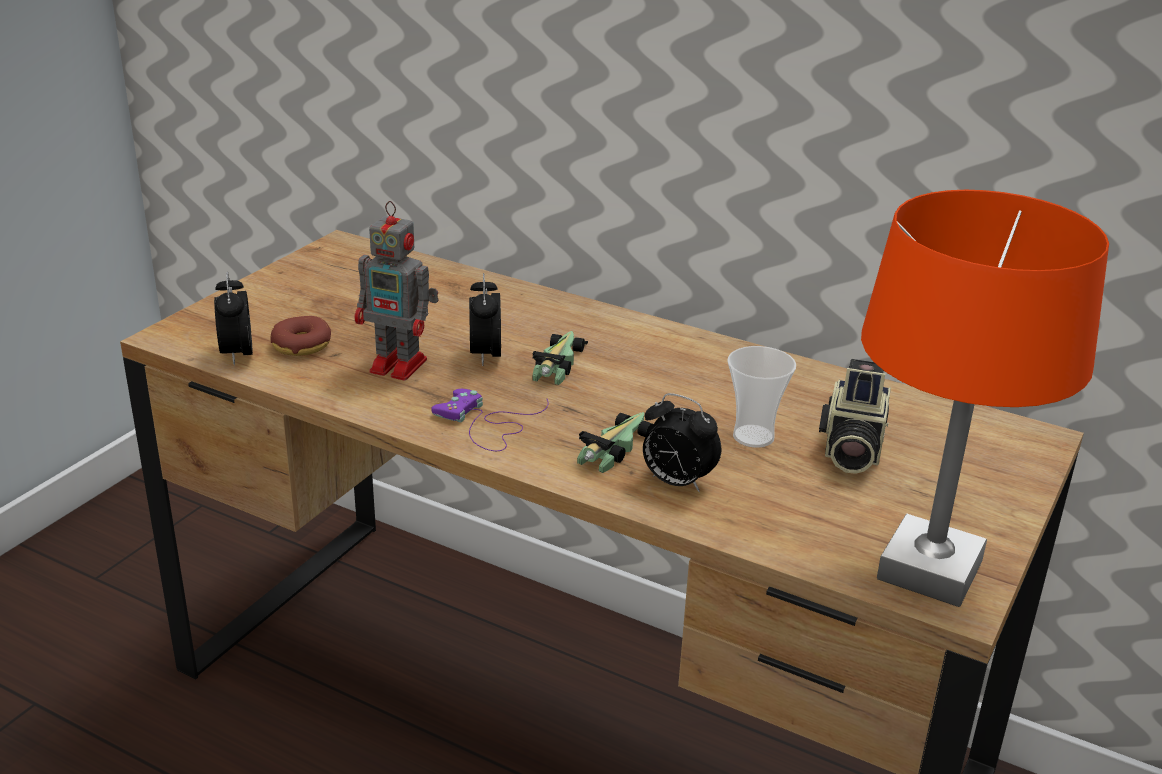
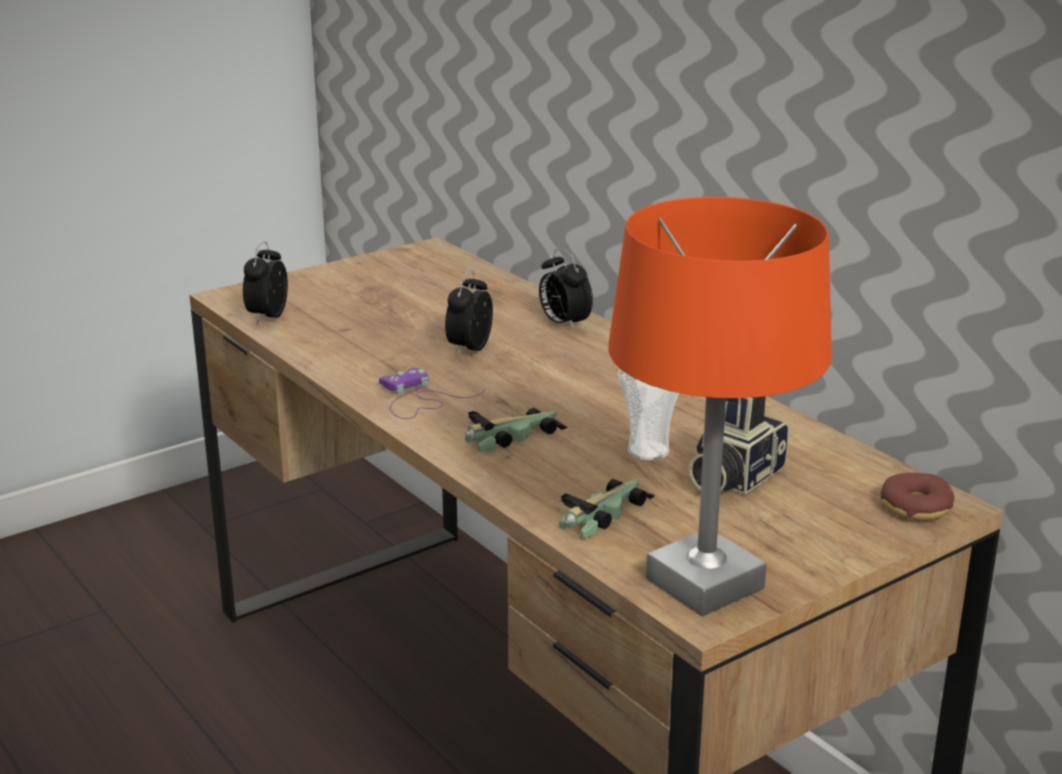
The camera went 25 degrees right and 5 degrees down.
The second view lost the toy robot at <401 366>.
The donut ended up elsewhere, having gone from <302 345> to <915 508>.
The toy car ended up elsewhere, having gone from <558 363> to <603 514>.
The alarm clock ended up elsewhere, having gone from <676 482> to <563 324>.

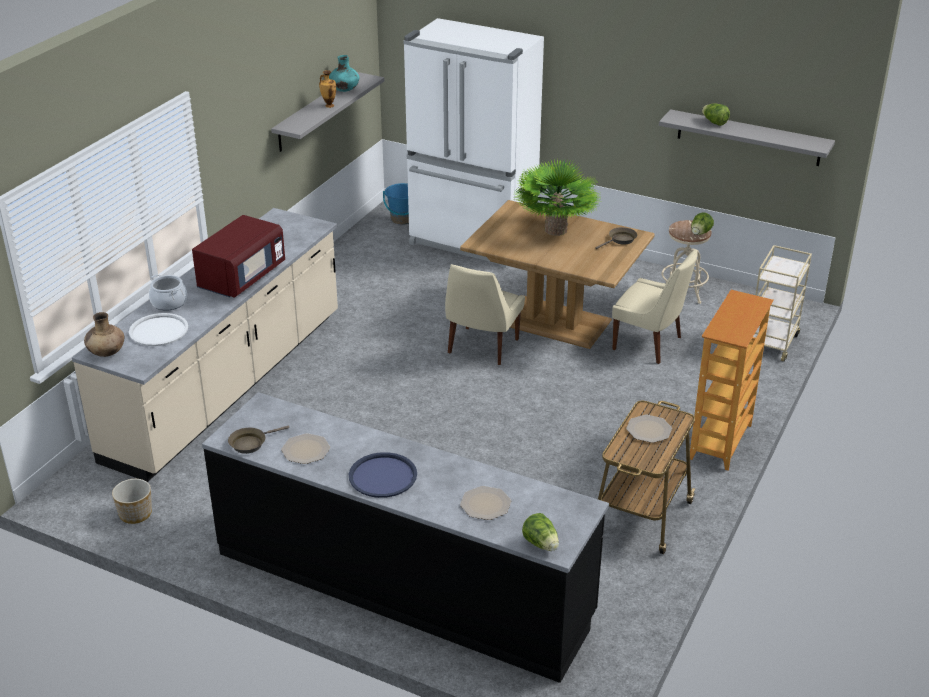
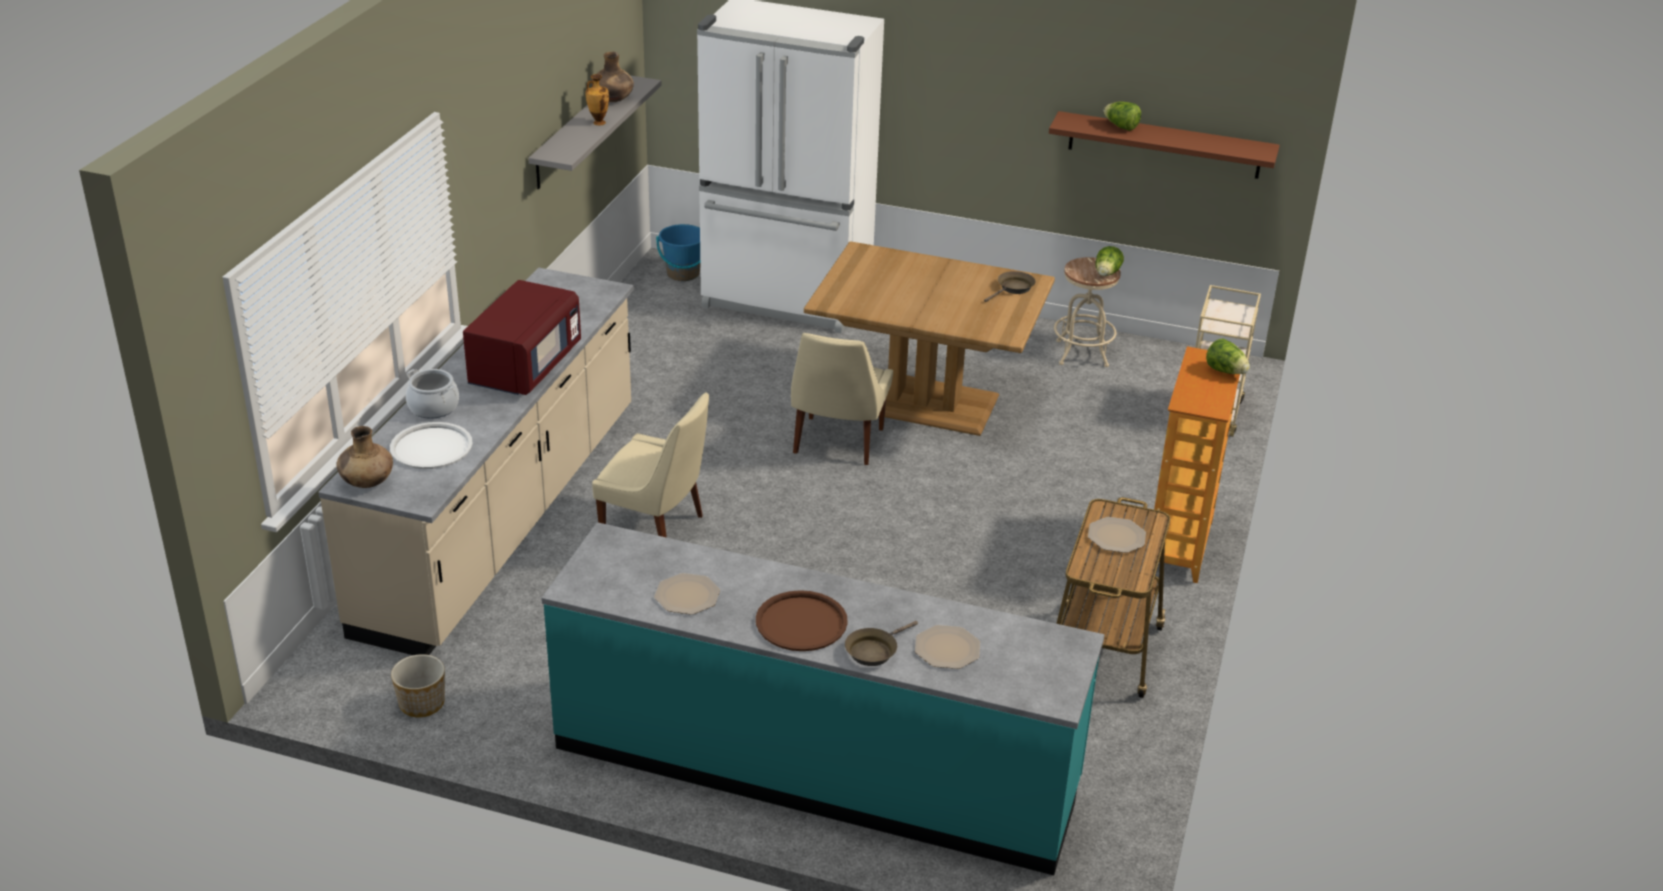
The camera went 10 degrees left and 0 degrees up.
What was the vase (turquoise) at <344 90> turned into the vase (brown) at <613 100>.
What was the shelf (grey) at <748 138> turned into the shelf (brown) at <1164 145>.
The second view lost the potted plant at <556 230>.
The chair (beige) ended up elsewhere, having gone from <650 344> to <656 530>.
What was the counter (black) at <403 584> turned into the counter (turquoise) at <816 767>.
The frying pan (brown) ended up elsewhere, having gone from <250 443> to <874 650>.
What was the tray (blue) at <383 476> turned into the tray (brown) at <801 622>.
The lettuce ended up elsewhere, having gone from <541 544> to <1225 371>.

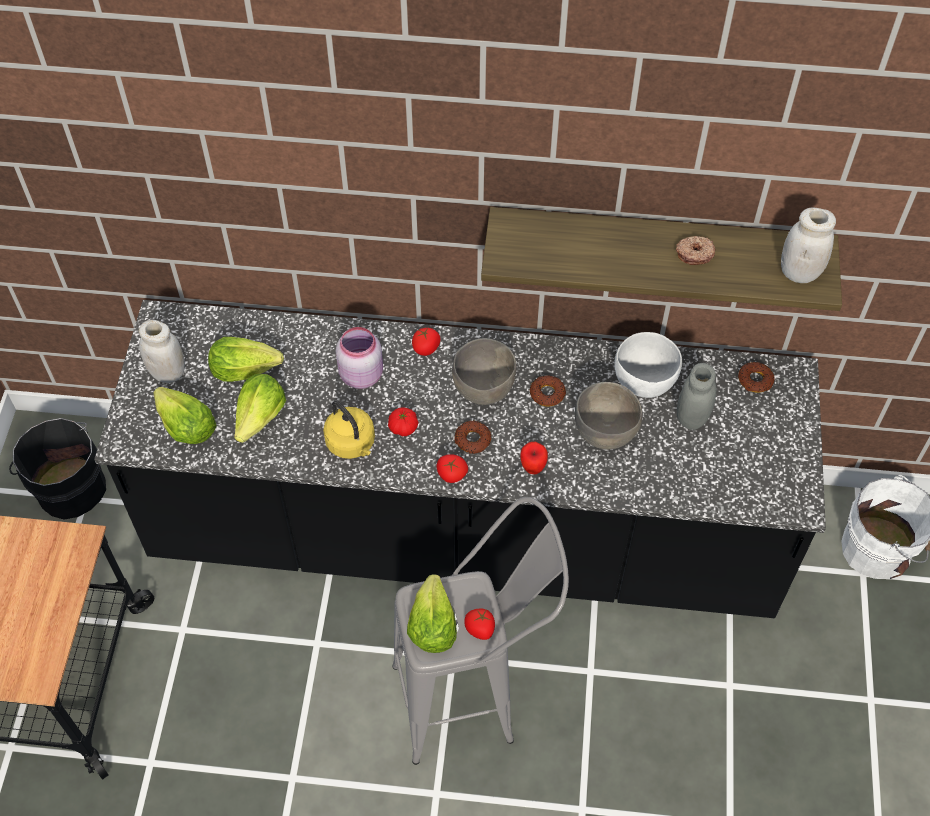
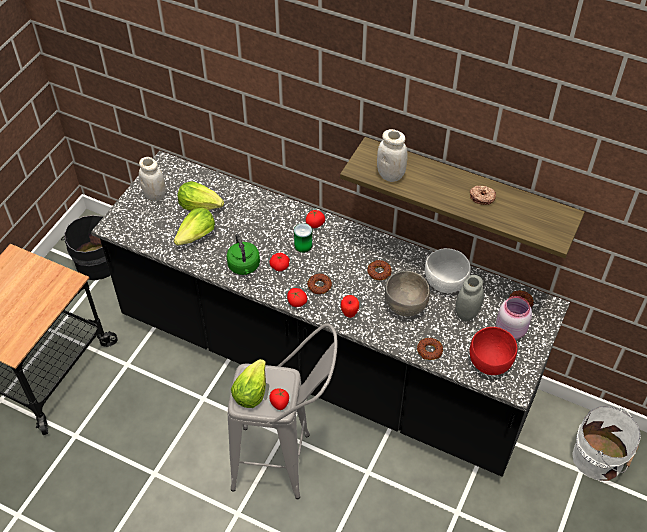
The camera went 20 degrees right and 5 degrees down.
The jar (white) ended up elsewhere, having gone from <799 272> to <390 175>.
The jar (pink) ended up elsewhere, having gone from <361 374> to <510 329>.
The second view lost the bowl (grey) at <483 389>.
The second view lost the lettuce at <186 427>.
What was the kettle (yellow) at <352 444> turned into the kettle (green) at <244 267>.
The second view gained the can at <303 245>.
The second view gained the bowl (red) at <489 363>.
The second view gained the donut at <429 351>.

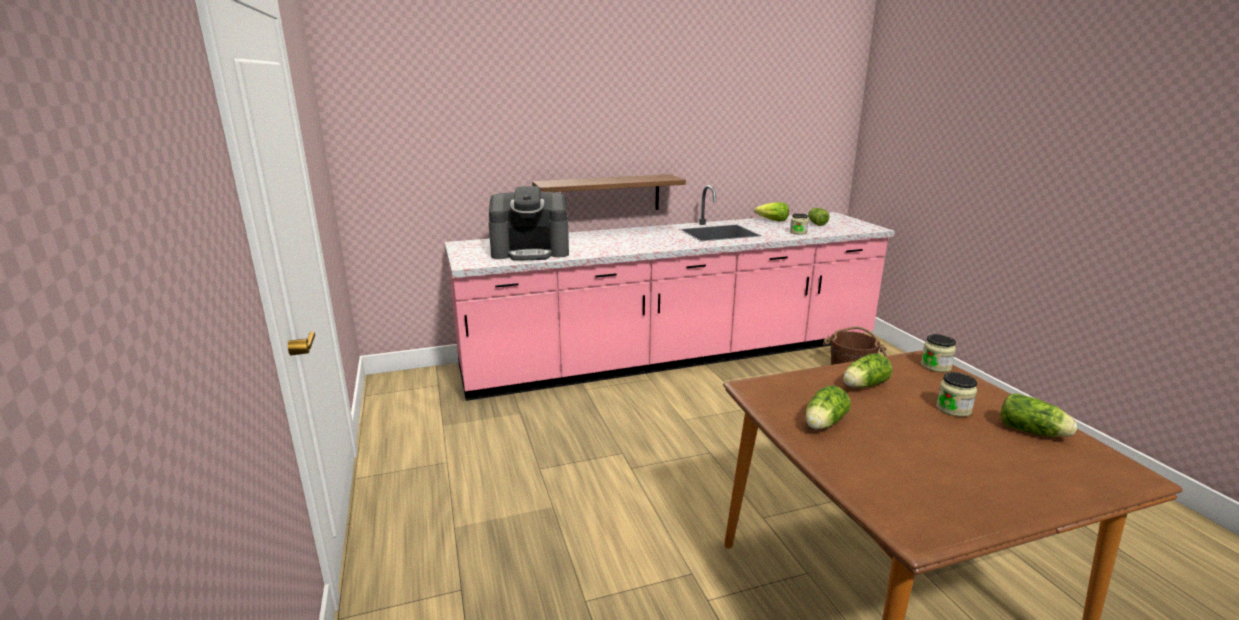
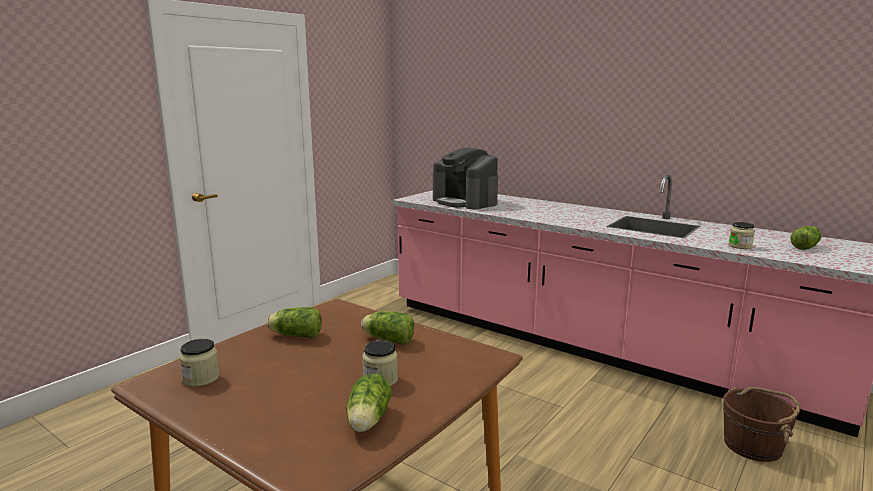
The camera went 55 degrees right and 5 degrees down.
The second view lost the shelf at <604 195>.
The second view lost the lettuce at <772 221>.
The jar ended up elsewhere, having gone from <935 366> to <201 378>.

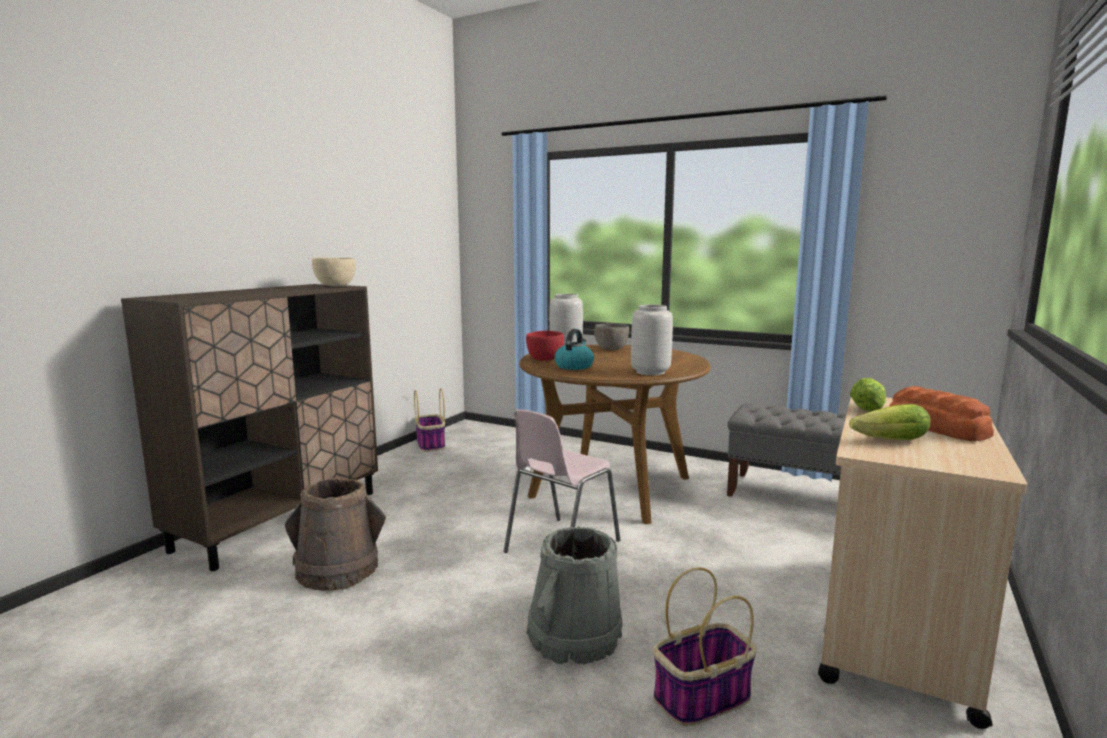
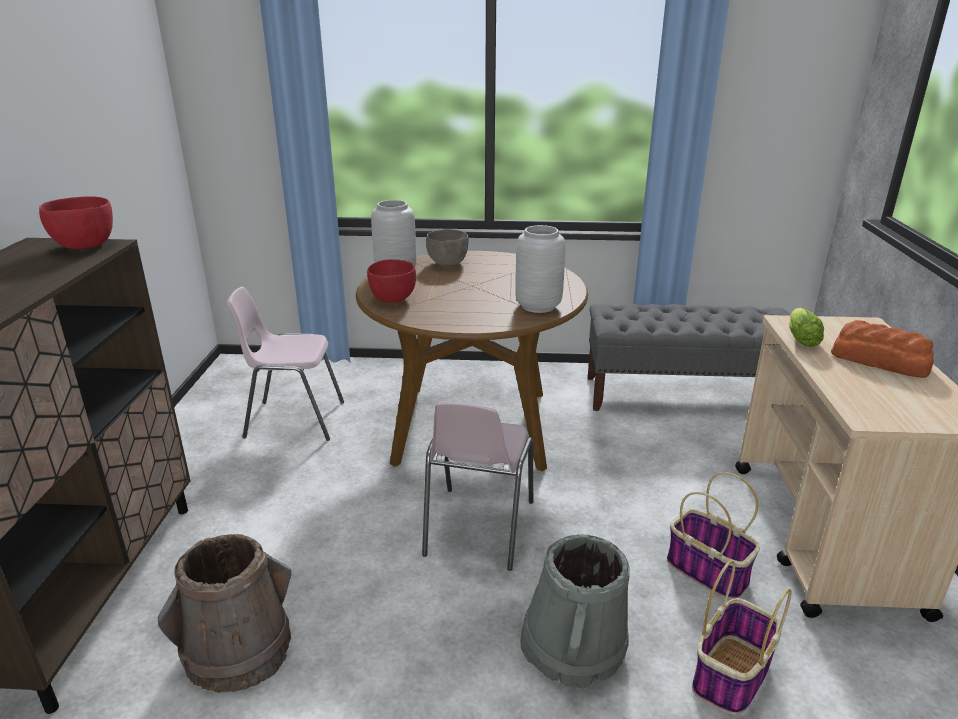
The camera went 25 degrees left and 15 degrees up.
What was the bowl (beige) at <335 286> turned into the bowl (red) at <84 246>.
The second view lost the kettle at <574 366>.
The basket ended up elsewhere, having gone from <431 444> to <709 572>.
The second view lost the lettuce at <885 441>.
The second view gained the chair (pink) at <294 420>.

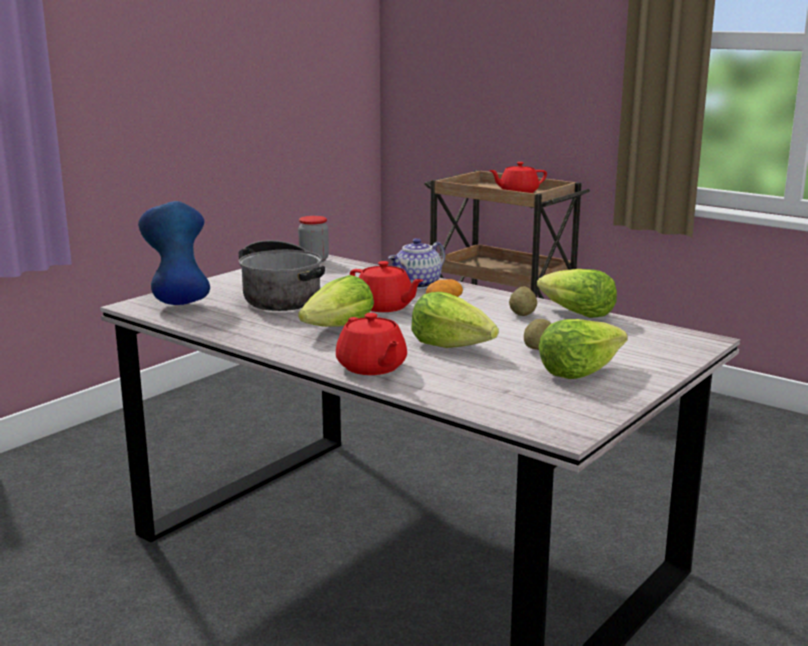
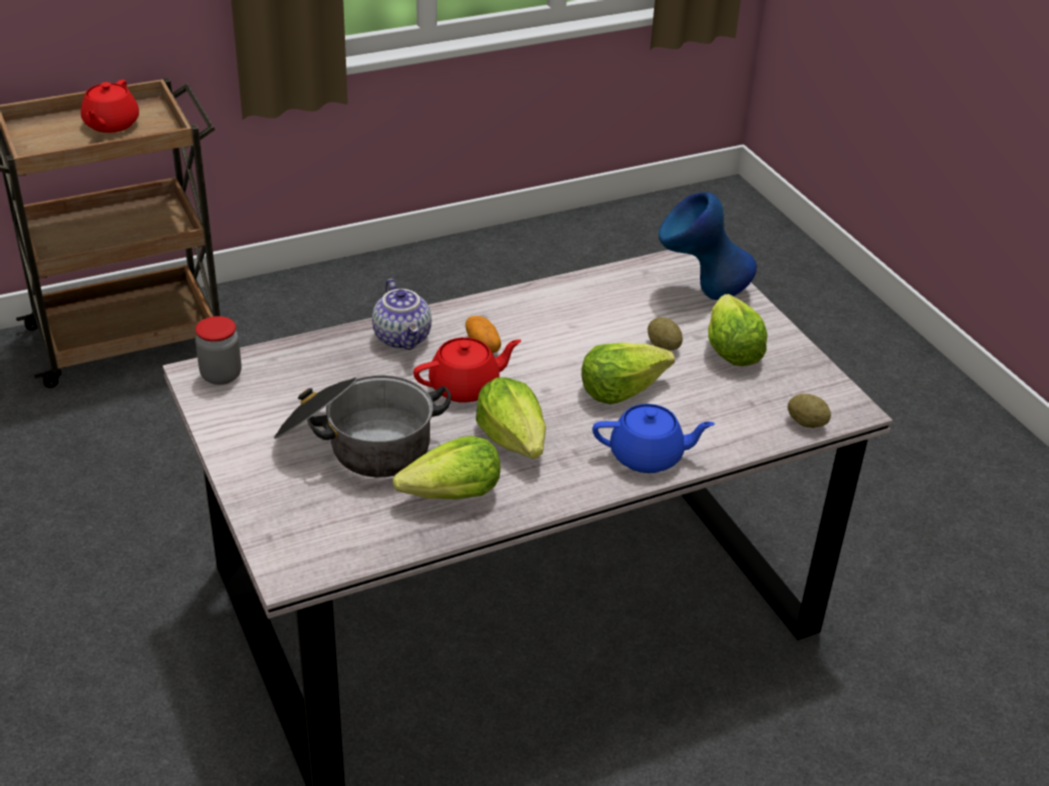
The camera went 65 degrees left and 20 degrees up.
The vase (blue) ended up elsewhere, having gone from <178 301> to <701 293>.
The lettuce ended up elsewhere, having gone from <575 314> to <453 495>.
The potato ended up elsewhere, having gone from <522 314> to <806 423>.
What was the teapot (red) at <372 368> turned into the teapot (blue) at <648 456>.

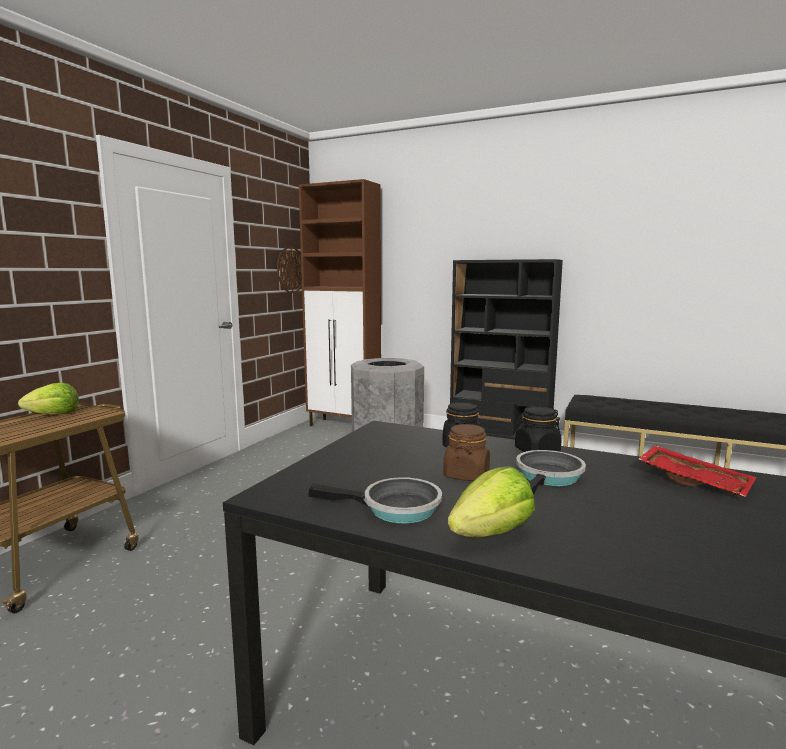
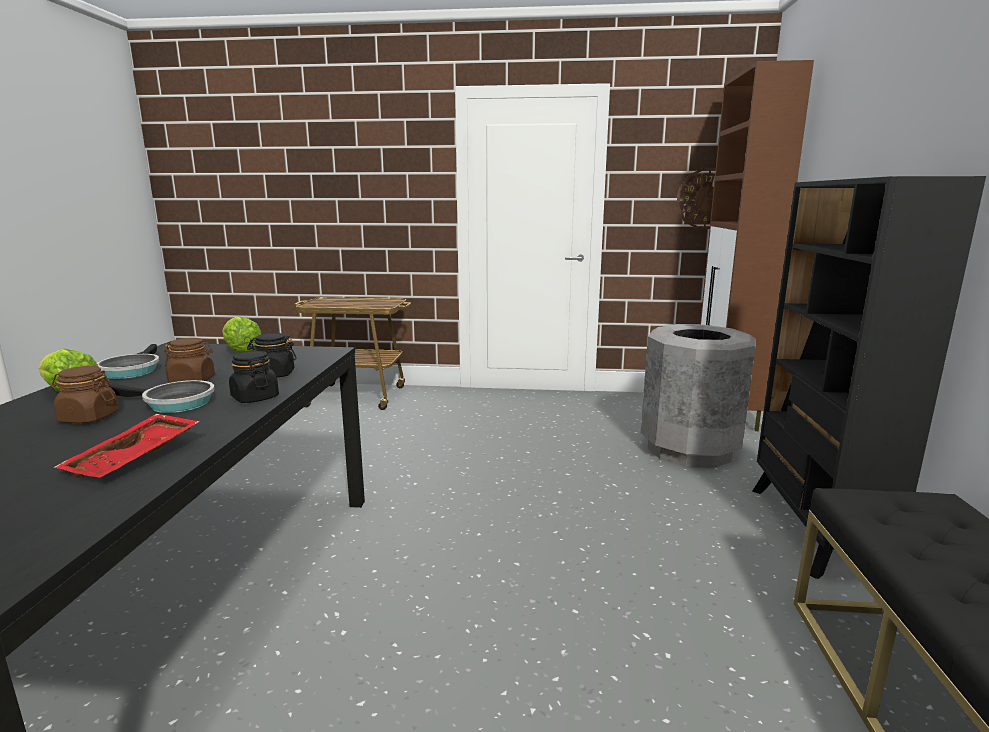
The camera went 70 degrees right and 5 degrees up.
The lettuce ended up elsewhere, having gone from <54 414> to <241 351>.
The second view gained the jar (brown) at <88 417>.

